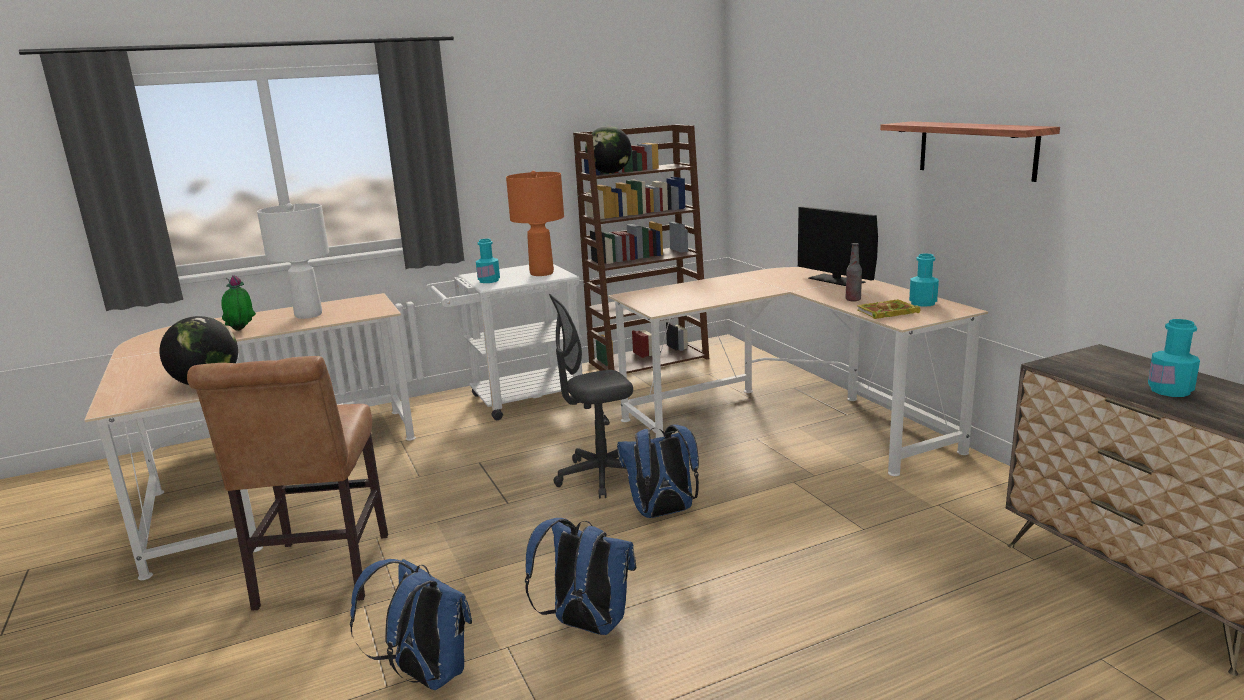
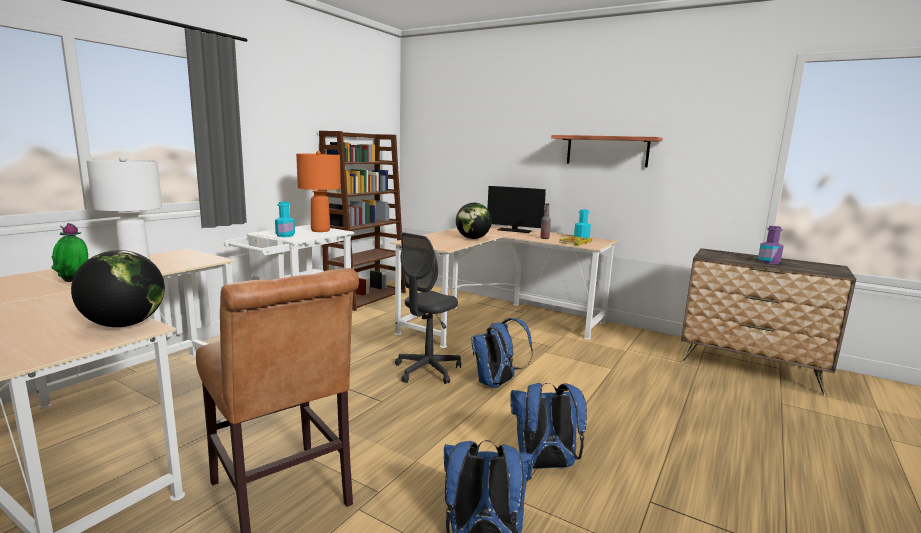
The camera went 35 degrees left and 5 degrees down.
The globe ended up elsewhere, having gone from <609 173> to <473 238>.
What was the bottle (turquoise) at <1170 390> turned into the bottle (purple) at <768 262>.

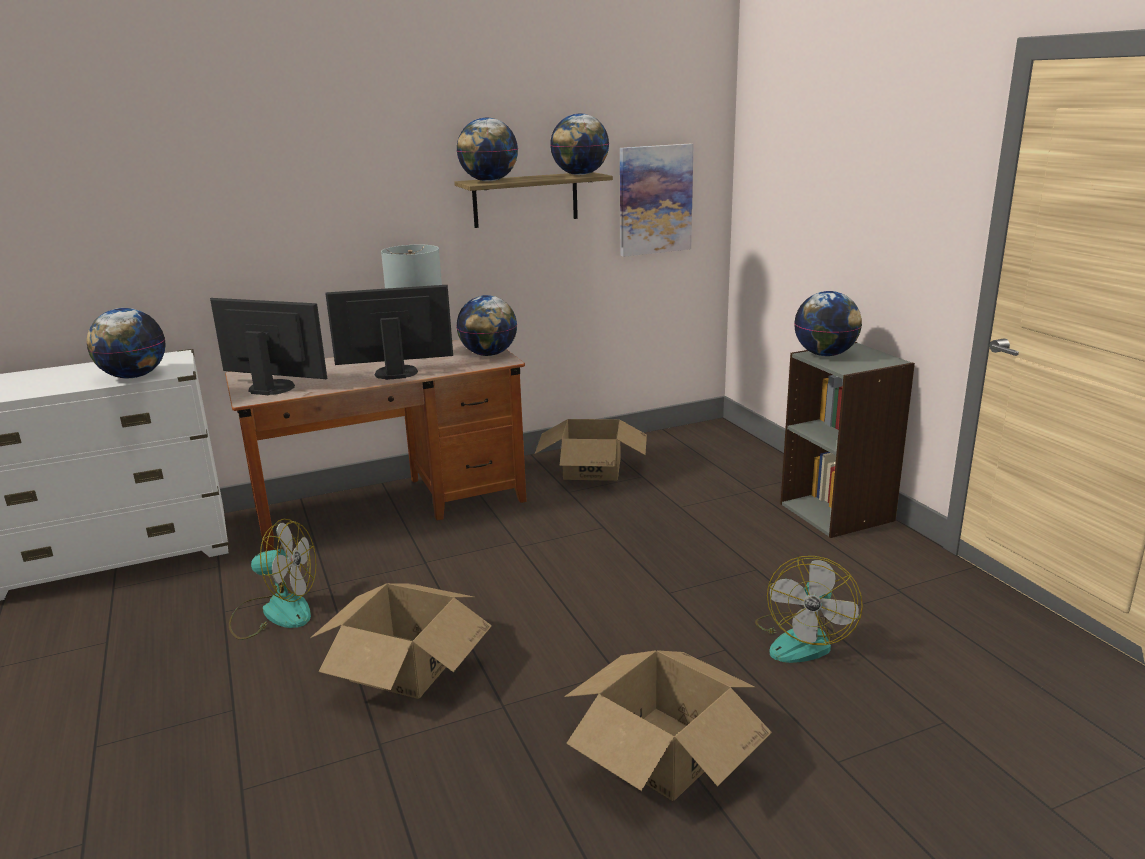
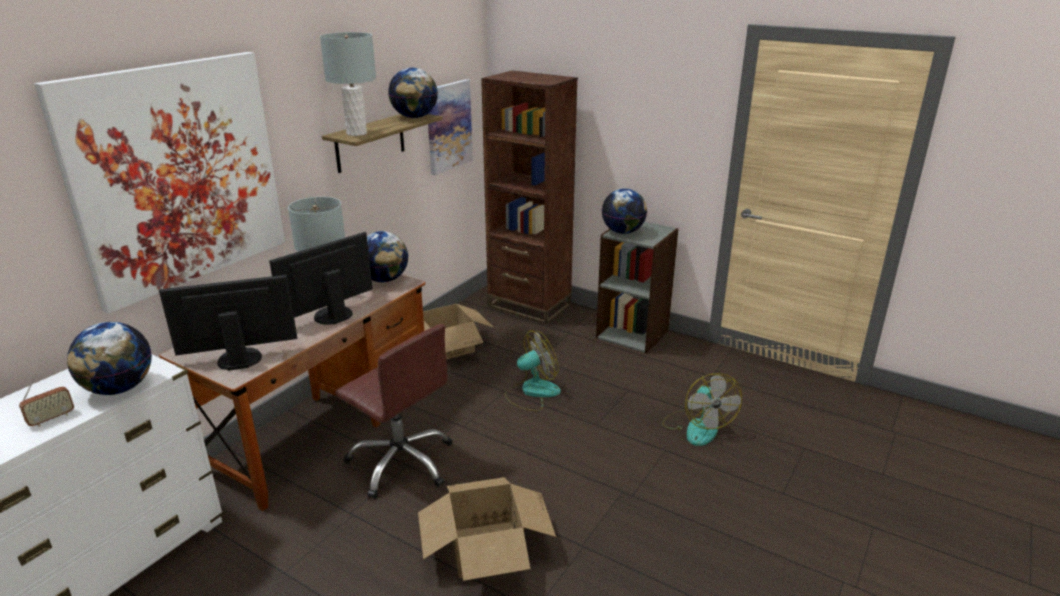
The camera went 35 degrees left and 5 degrees up.
Where the globe stood at <489 181>, the table lamp (grey) came to stand at <356 133>.
The fan ended up elsewhere, having gone from <275 612> to <532 392>.
The second view lost the cardboard box at <664 751>.
The second view gained the picture at <178 175>.
The second view gained the bookcase (brown) at <529 306>.
The second view gained the office chair (brown) at <401 462>.
The second view gained the radio at <51 419>.

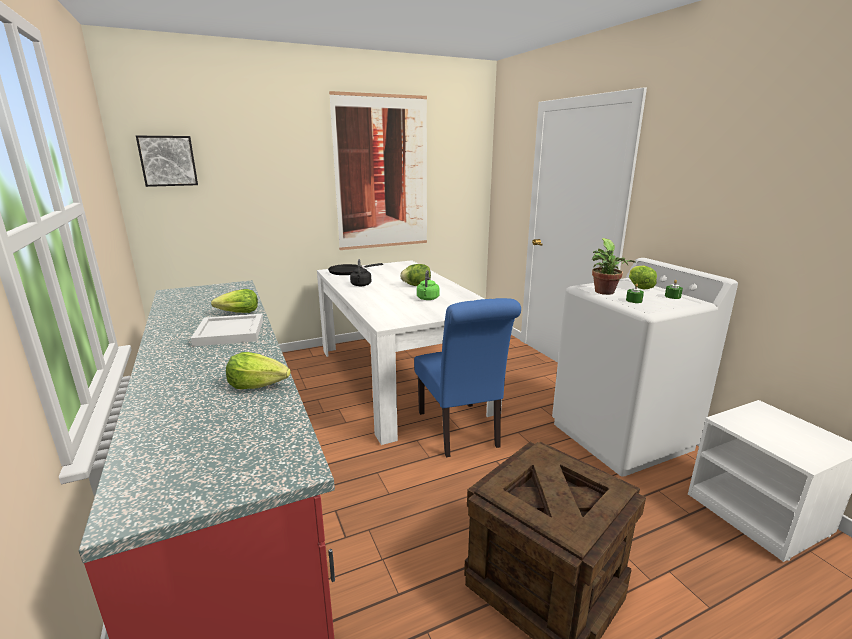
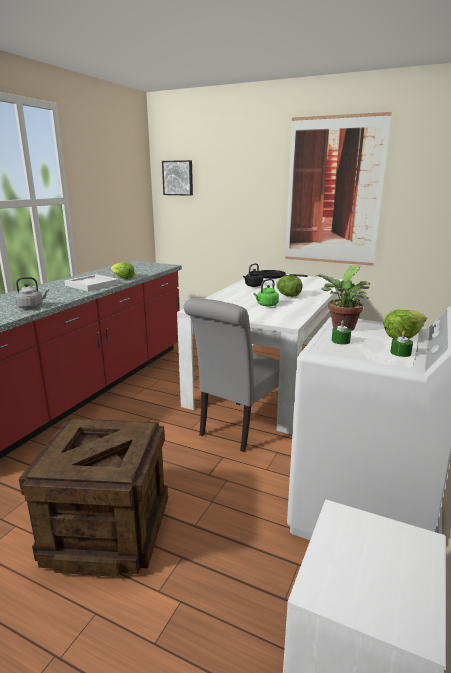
The camera went 50 degrees right and 0 degrees up.
What was the chair (blue) at <460 432> turned into the chair (grey) at <238 428>.
Where the lettuce stood at <258 385>, the kettle (grey) came to stand at <32 306>.

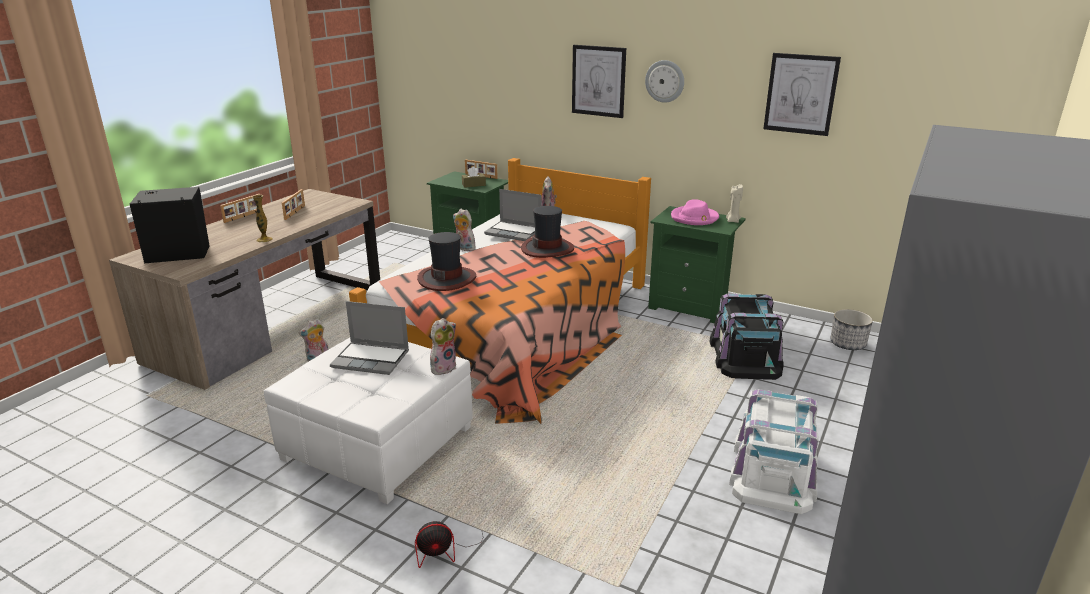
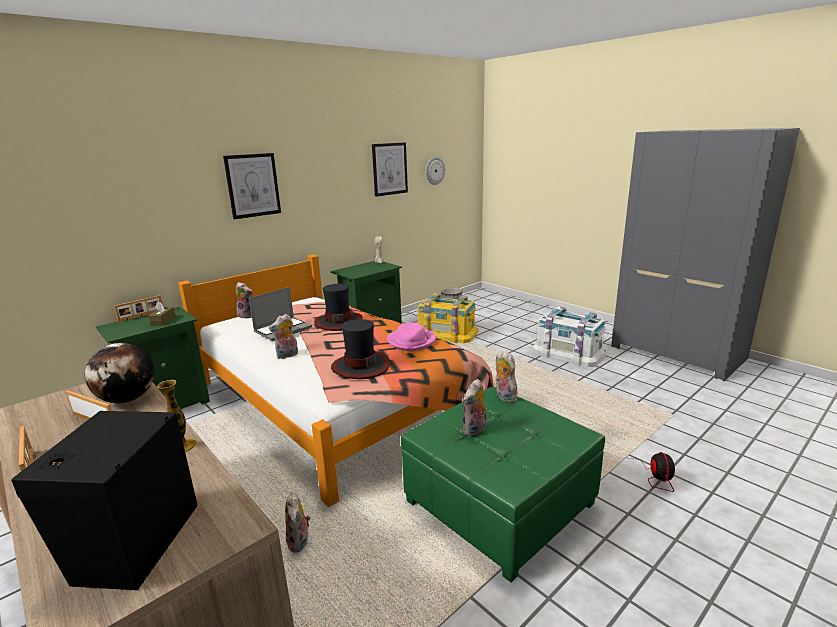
The camera went 70 degrees left and 5 degrees down.
The wall clock ended up elsewhere, having gone from <665 81> to <434 170>.
The hat (pink) ended up elsewhere, having gone from <694 218> to <412 341>.
What was the storage box (black) at <745 356> turned into the storage box (yellow) at <446 333>.
Where the laptop stood at <372 359>, the plush toy came to stand at <475 430>.
What was the ottoman (white) at <379 443> turned into the ottoman (green) at <499 501>.
The second view gained the globe at <128 399>.

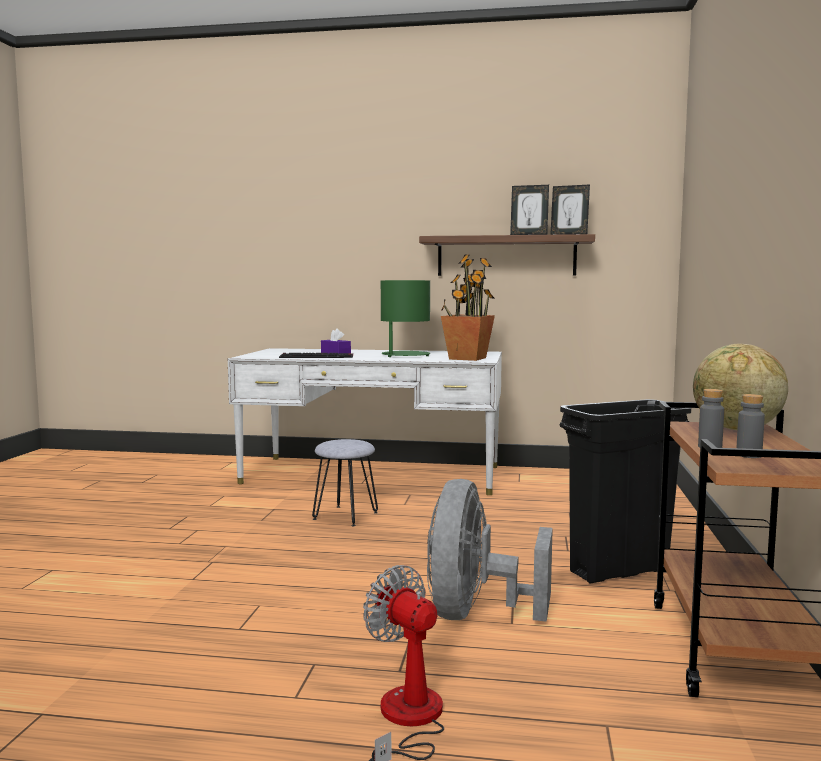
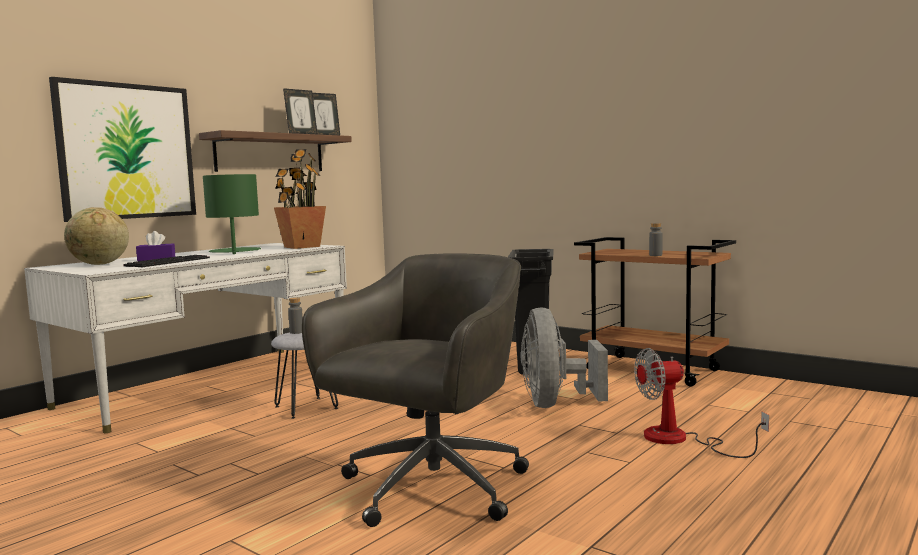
The camera went 60 degrees left and 0 degrees up.
The globe ended up elsewhere, having gone from <736 429> to <99 264>.
The bottle (grey) ended up elsewhere, having gone from <749 455> to <296 332>.
The fan (grey) at <475 613> ended up facing another way, 45 degrees clockwise from before.
The second view gained the picture at <127 151>.
The second view gained the office chair (grey) at <430 489>.

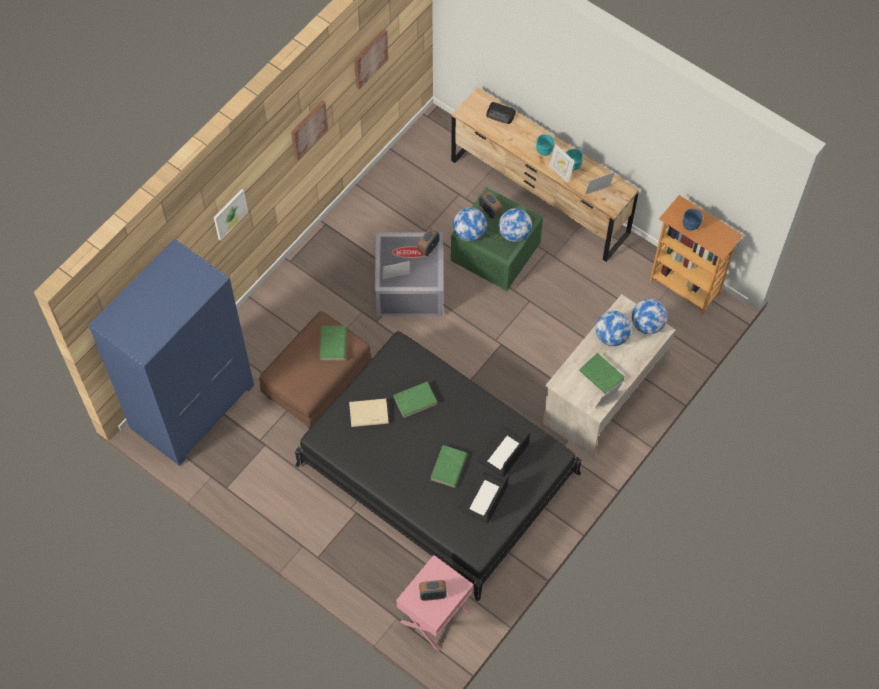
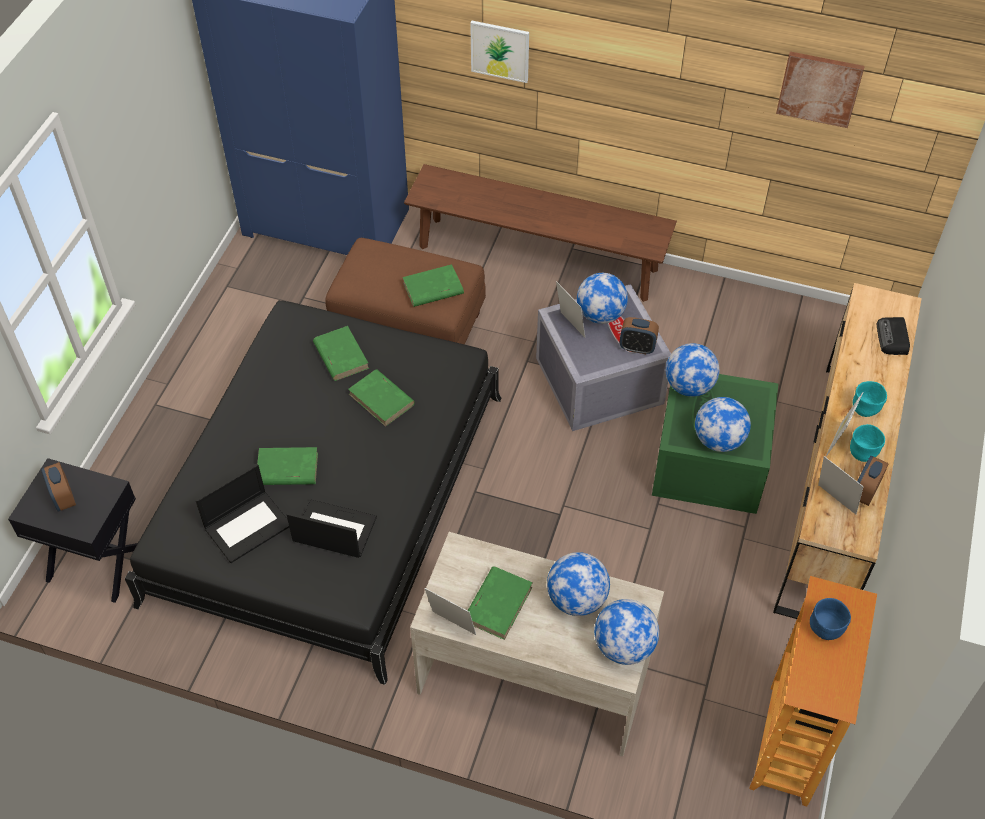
The camera went 70 degrees right and 10 degrees down.
The second view lost the picture at <308 129>.
The alarm clock ended up elsewhere, having gone from <489 211> to <864 492>.
What was the book (beige) at <368 414> turned into the book (green) at <340 355>.
The laptop at <483 498> ended up facing another way, 135 degrees clockwise from before.
What was the nightstand (pink) at <436 617> turned into the nightstand (black) at <97 563>.
The second view gained the bench (brown) at <537 258>.
The second view gained the globe at <600 315>.

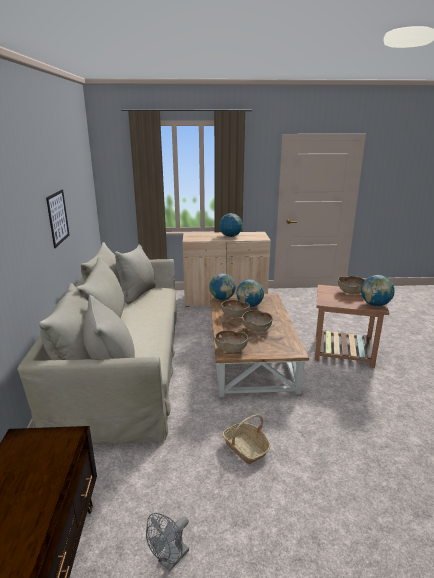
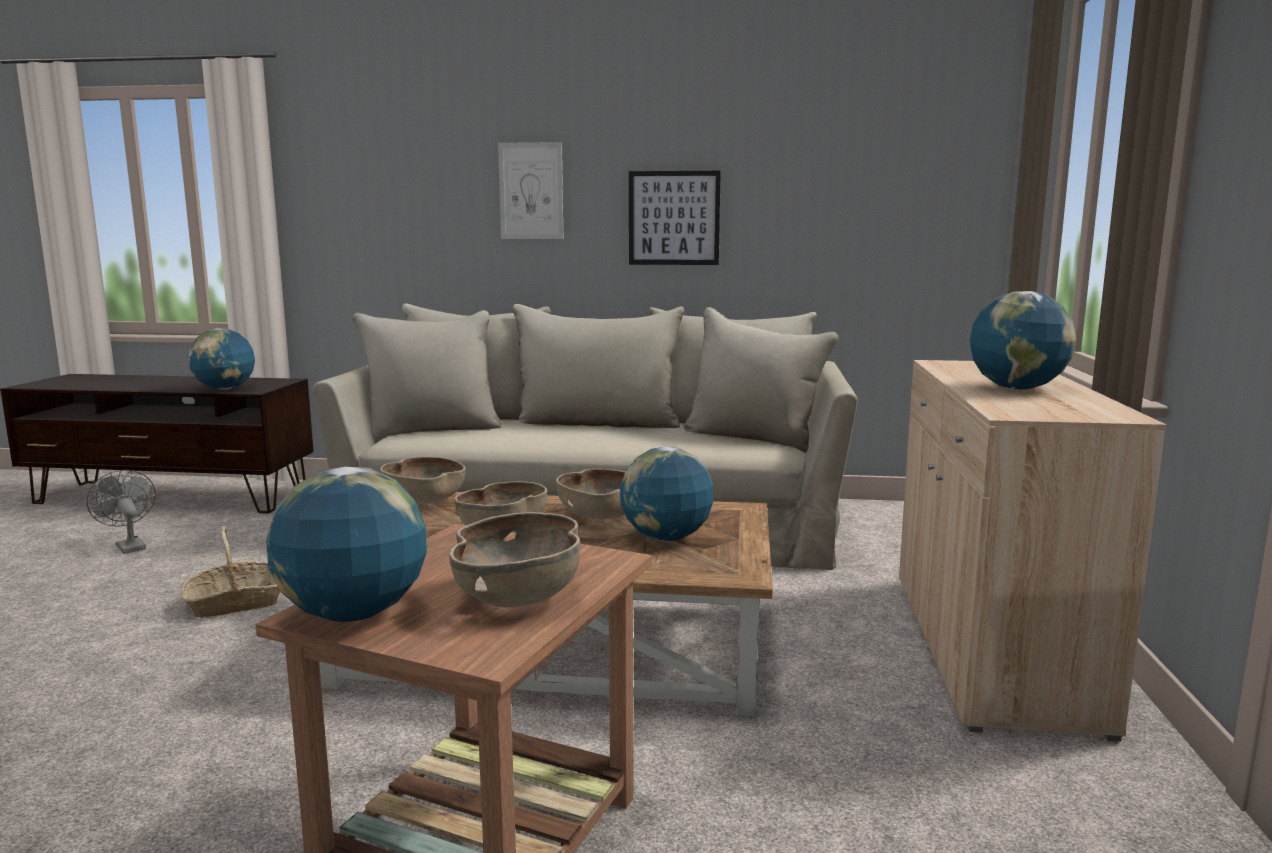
The camera went 100 degrees right and 10 degrees down.
The globe ended up elsewhere, having gone from <222 298> to <225 389>.
The second view gained the picture at <531 191>.

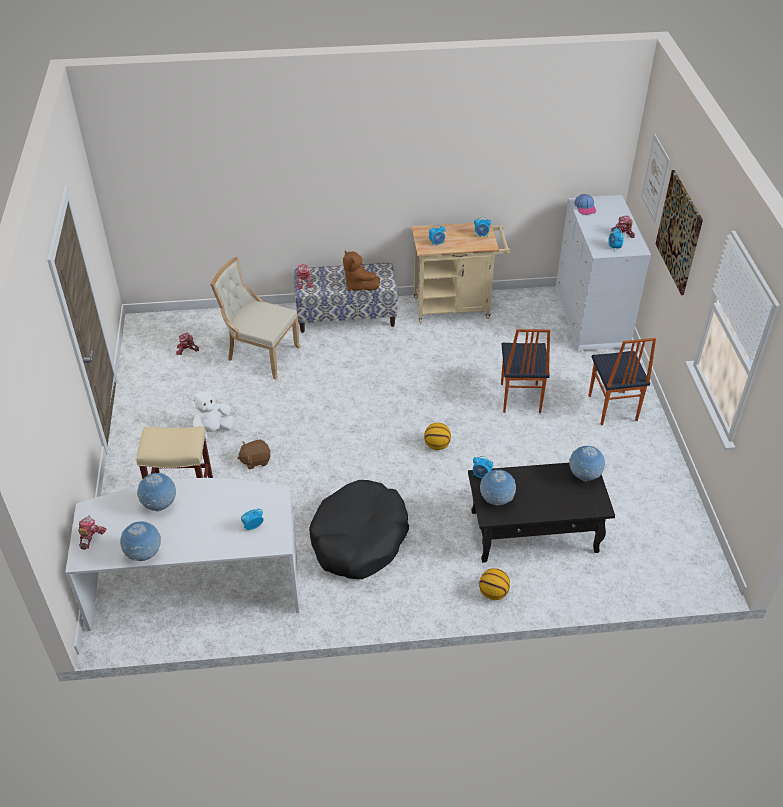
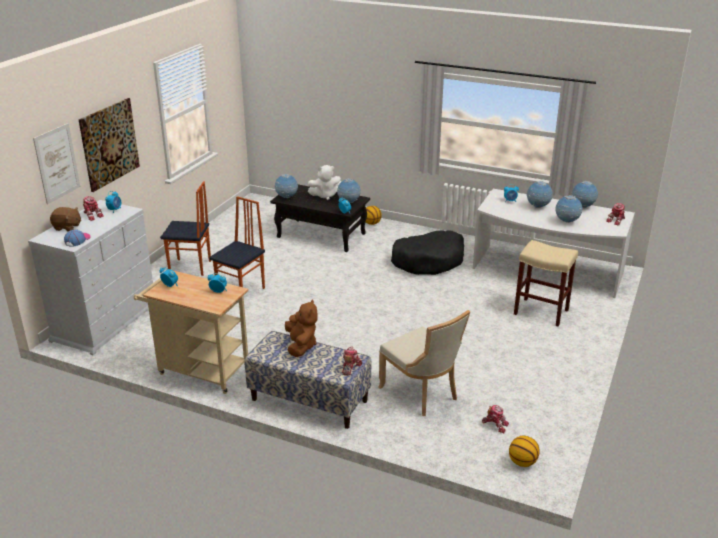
The camera went 150 degrees left and 15 degrees down.
The chair at <612 408> ended up facing another way, 75 degrees clockwise from before.
The plush toy (white) ended up elsewhere, having gone from <212 431> to <325 195>.
The basketball ended up elsewhere, having gone from <437 445> to <522 462>.
The plush toy (brown) ended up elsewhere, having gone from <255 460> to <67 227>.
The second view gained the globe at <538 207>.

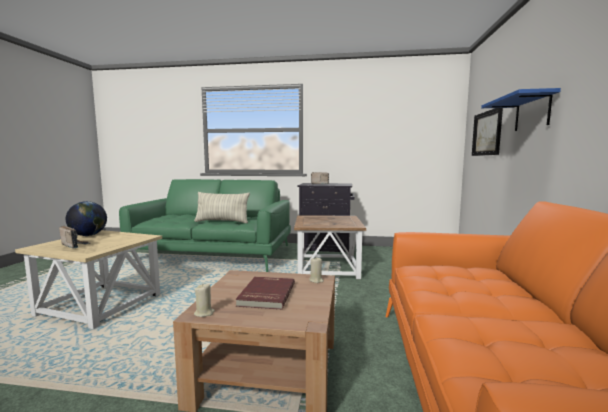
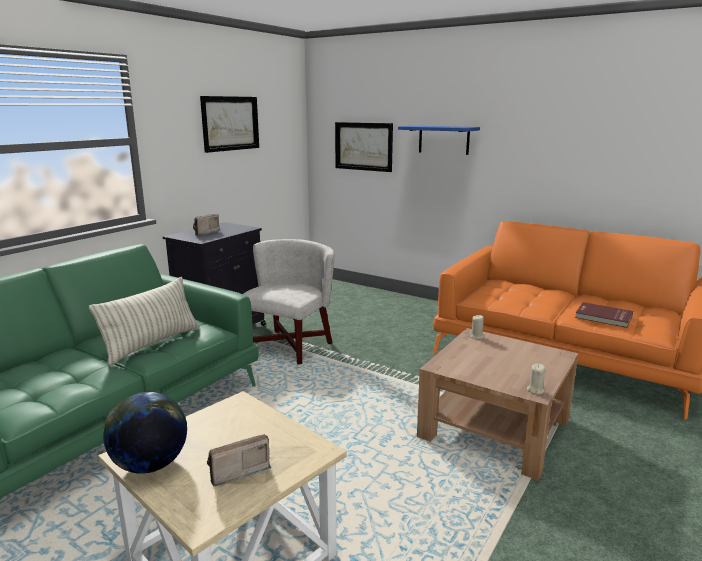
The camera went 65 degrees left and 10 degrees up.
Where the side table (brown) stood at <328 268>, the armchair (white) came to stand at <289 346>.
The book (red) ended up elsewhere, having gone from <266 294> to <603 317>.
The second view gained the picture at <230 123>.

